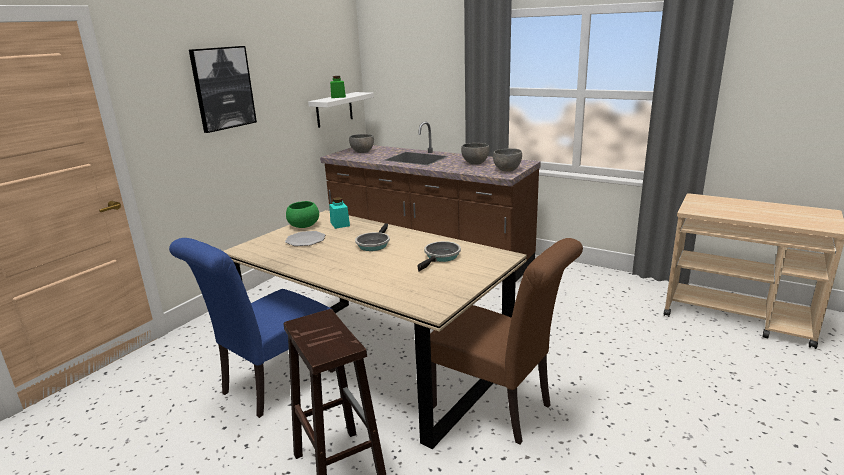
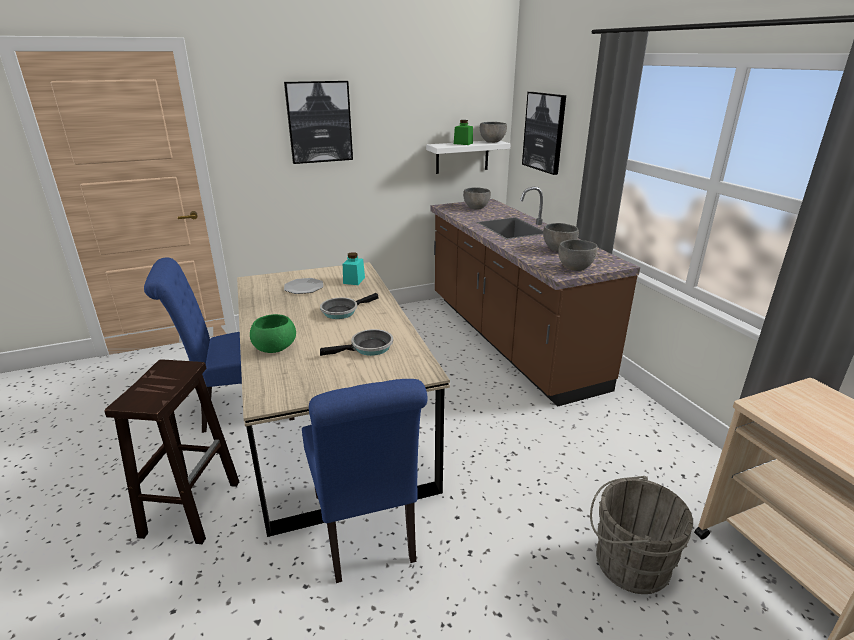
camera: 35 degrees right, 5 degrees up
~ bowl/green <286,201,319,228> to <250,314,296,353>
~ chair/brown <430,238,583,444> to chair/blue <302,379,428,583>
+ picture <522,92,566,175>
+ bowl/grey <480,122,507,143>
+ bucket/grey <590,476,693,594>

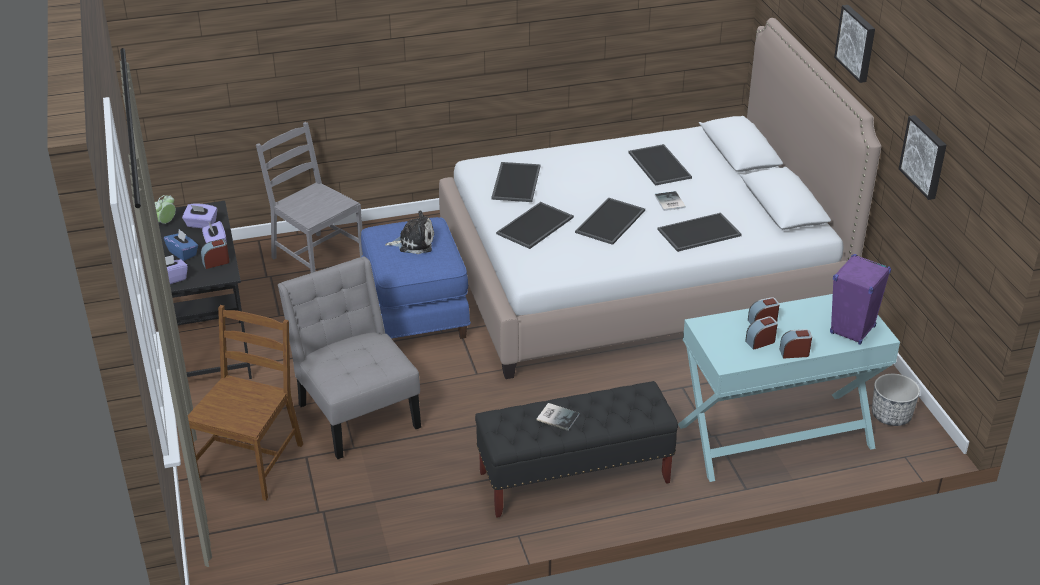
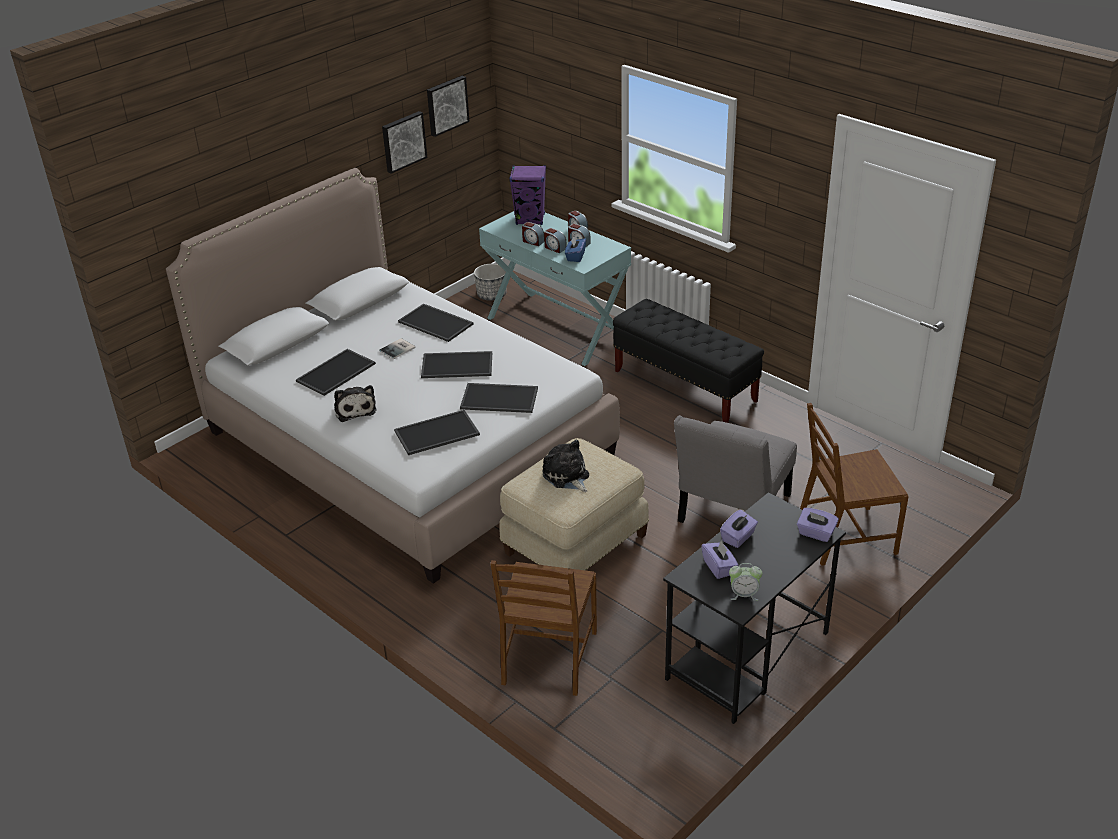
camera: 120 degrees left, 0 degrees up
~ picture <834,5,875,83> to <427,76,470,137>
~ chair/grey <256,122,363,273> to chair/brown <490,560,597,696>
~ ottoman/blue <361,217,471,339> to ottoman/beige <499,438,649,571>
~ tissue box/blue <164,229,198,261> to <565,236,586,262>
~ alarm clock <201,239,230,269> to <522,222,545,246>
- book <536,403,579,431>
+ plush toy <334,385,377,422>

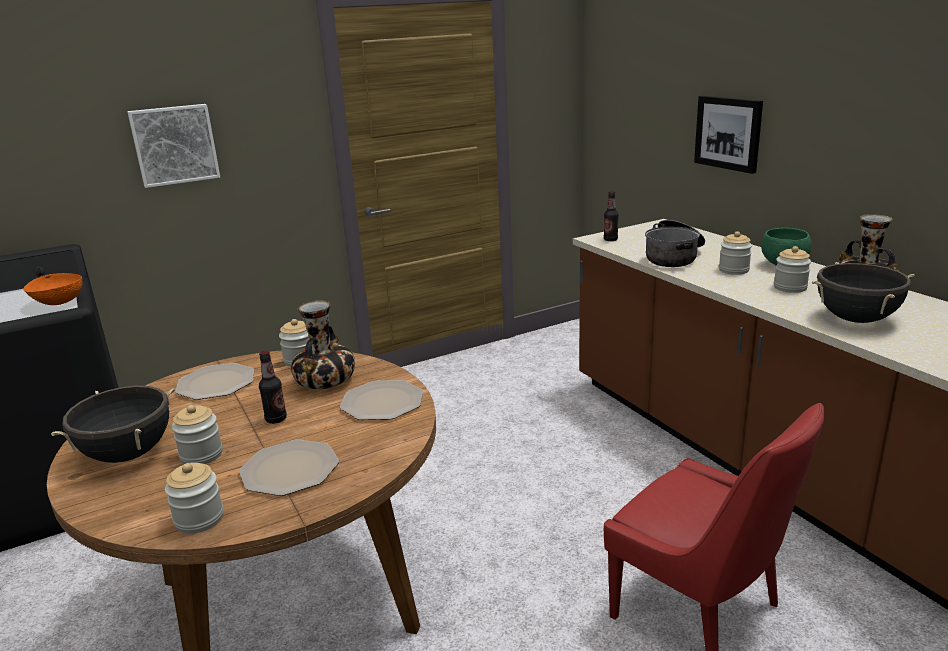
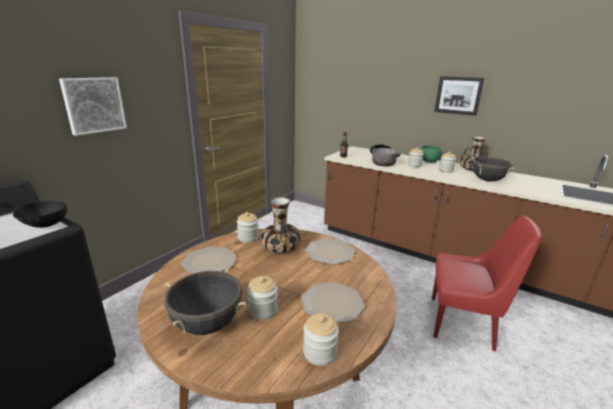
camera: 30 degrees left, 0 degrees up
~ picture <694,96,763,174> to <434,76,485,116>
~ bowl/orange <24,273,82,305> to bowl/black <13,201,67,228>
- bottle <259,350,287,424>

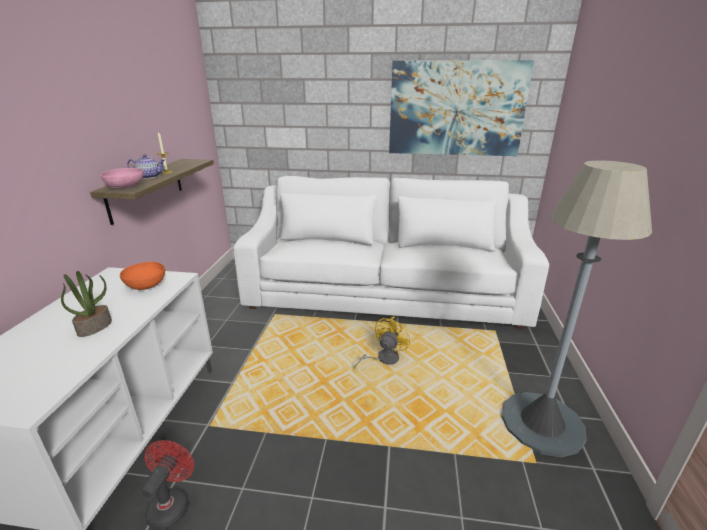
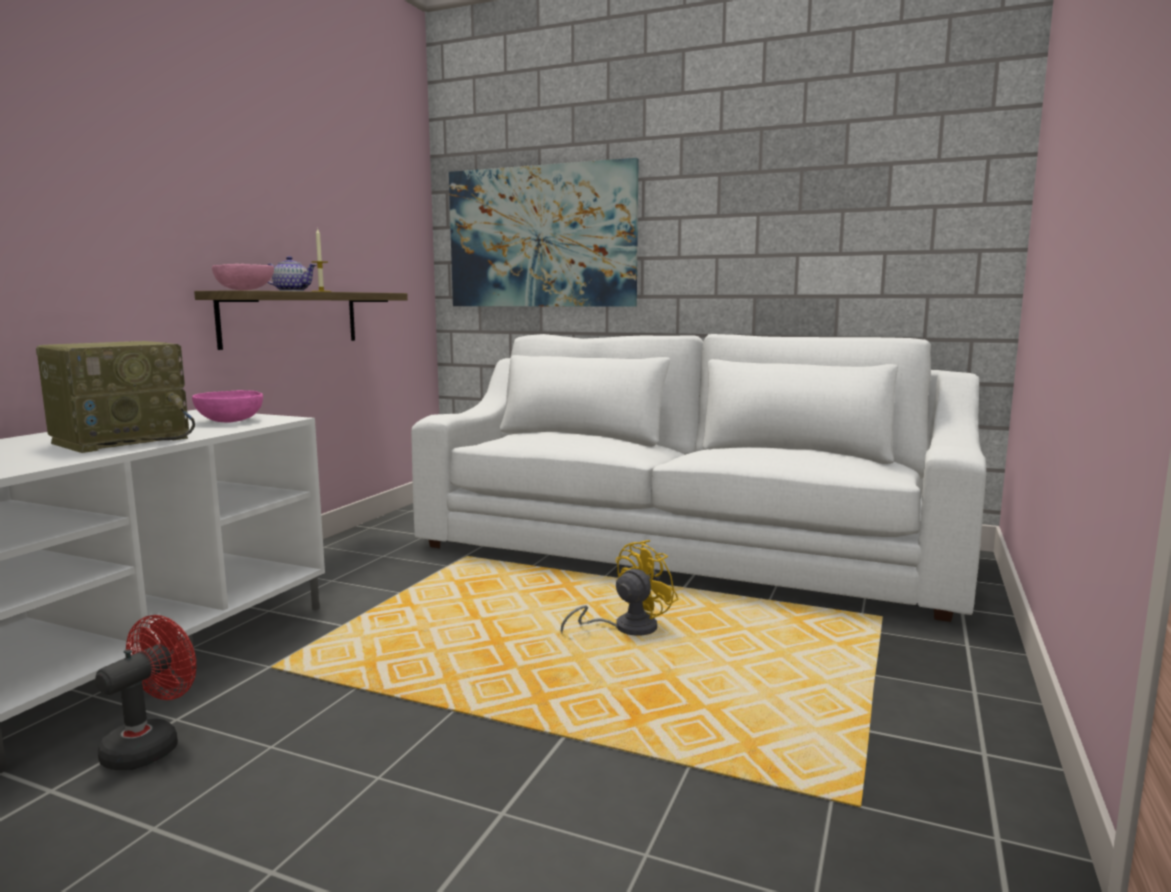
camera: 15 degrees right, 15 degrees down
~ picture <389,60,534,156> to <449,158,639,307>
- floor lamp/grey <501,160,652,457>
~ bowl/orange <120,262,165,290> to bowl/pink <192,390,263,423>
~ potted plant <61,271,112,337> to radio <36,341,195,453>

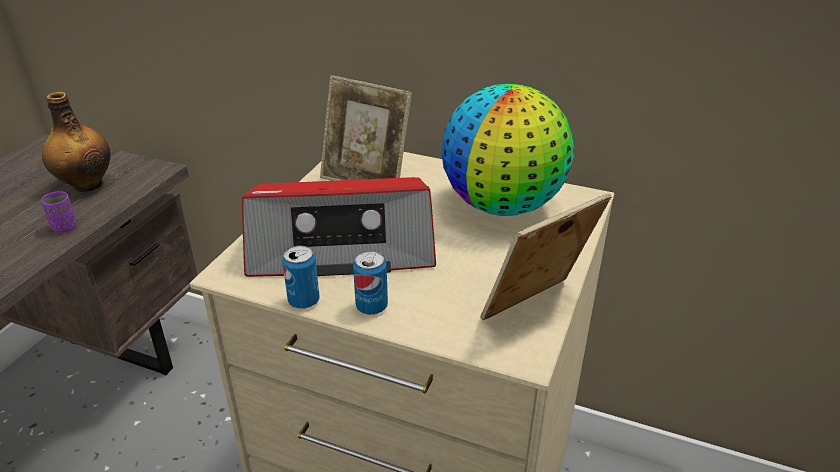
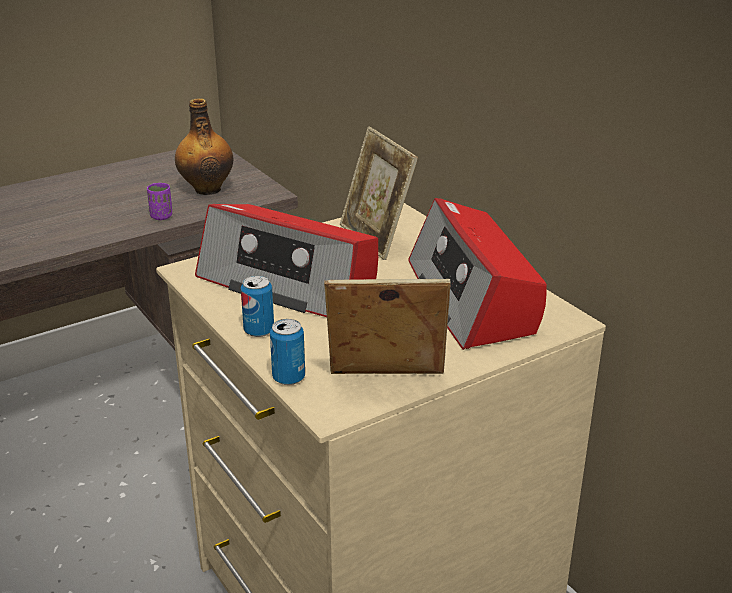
camera: 35 degrees right, 5 degrees down
~ globe <441,84,574,216> to radio <409,198,547,350>
~ can <282,246,320,309> to <270,319,305,385>

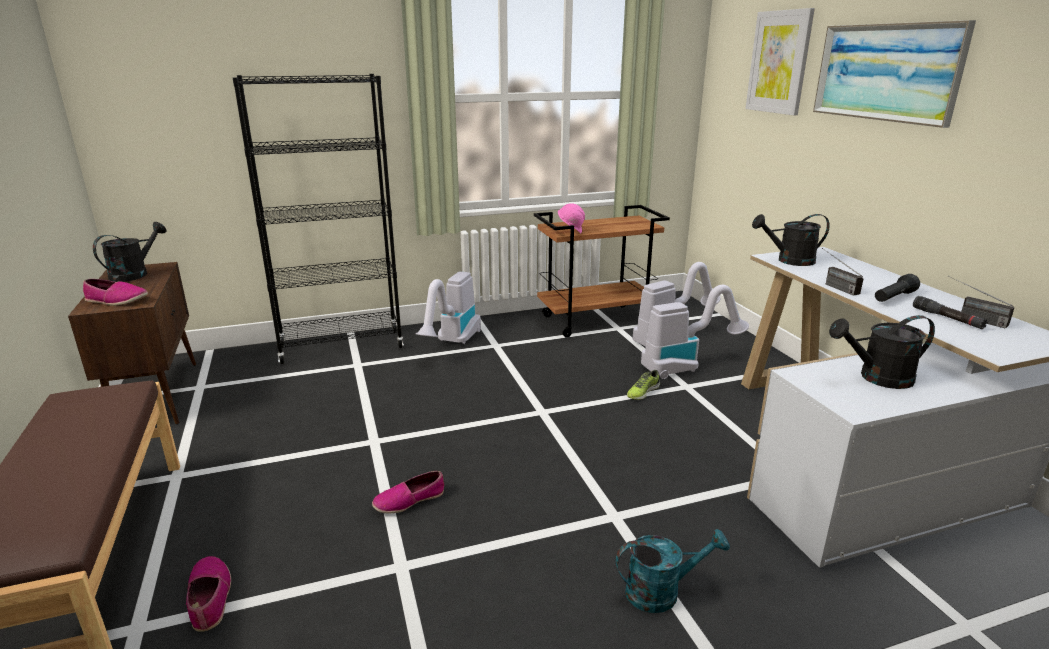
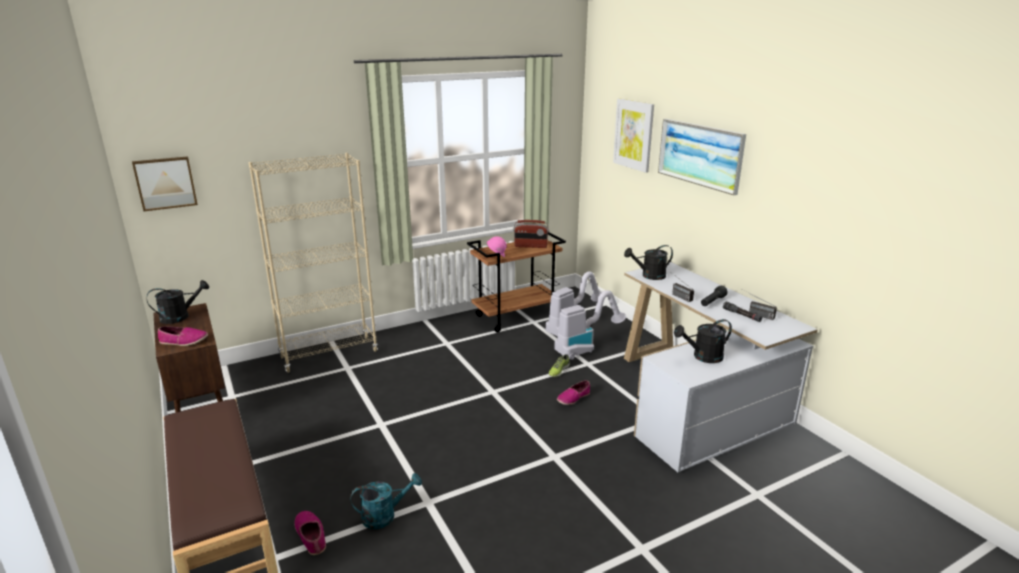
camera: 10 degrees left, 0 degrees up
~ bookcase/black <233,74,404,364> to bookcase/beige <248,153,378,373>
~ watering can/black <93,222,167,282> = <147,280,209,324> 45 degrees clockwise
- vacuum cleaner <416,272,481,344>
~ shoe <372,471,444,514> to <557,380,590,405>
~ watering can/turquoise <616,529,730,613> to <350,473,422,529>
+ picture <132,156,198,211>
+ radio <513,220,549,248>

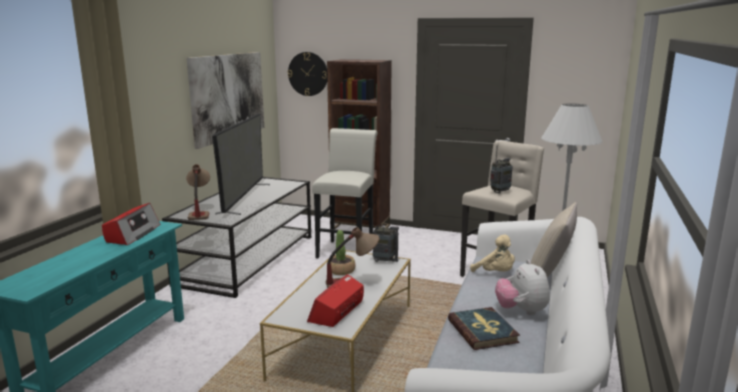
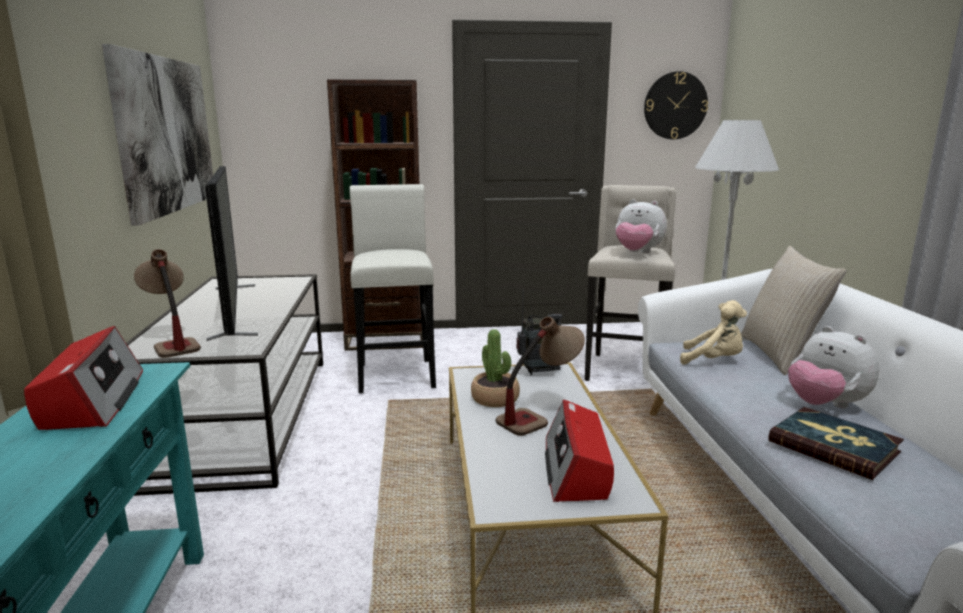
camera: 25 degrees left, 0 degrees up
~ wall clock <288,52,327,96> to <644,71,708,139>
~ radio <490,149,513,194> to plush toy <615,199,667,253>

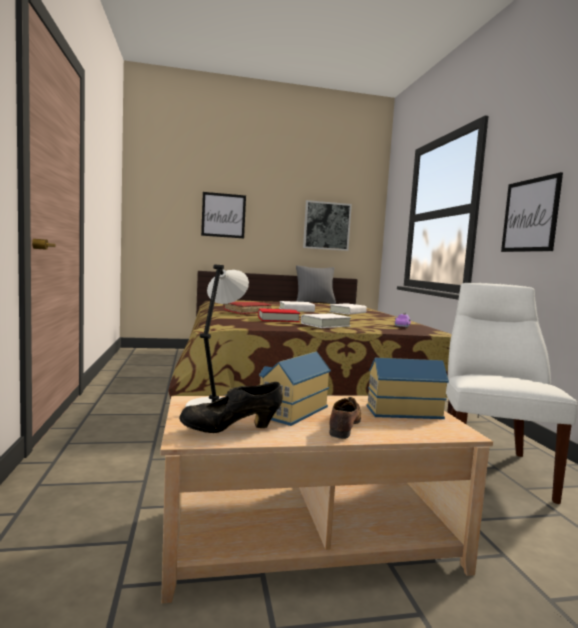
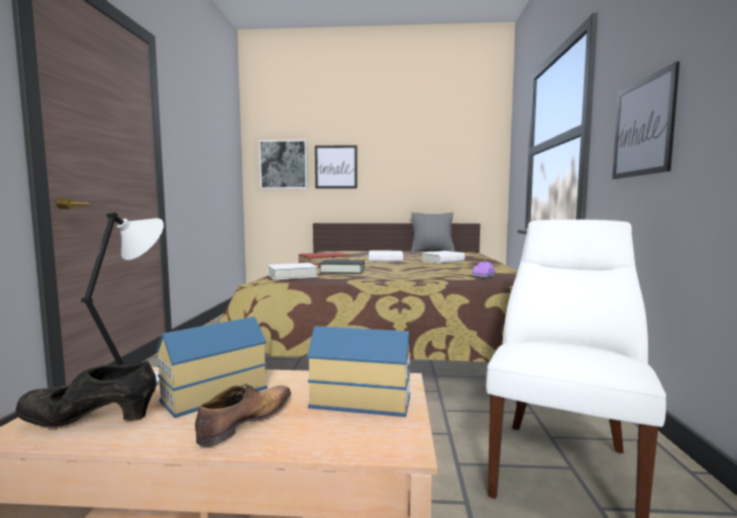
camera: 15 degrees right, 0 degrees up
~ picture <303,200,352,251> to <259,139,308,189>
~ book/red <258,308,300,322> to book/black <319,260,364,274>
~ book/white <301,313,351,328> to <267,263,318,280>

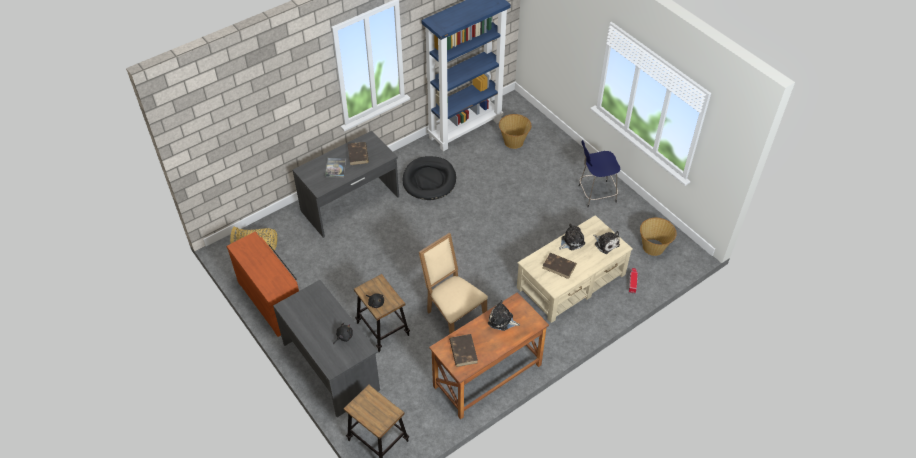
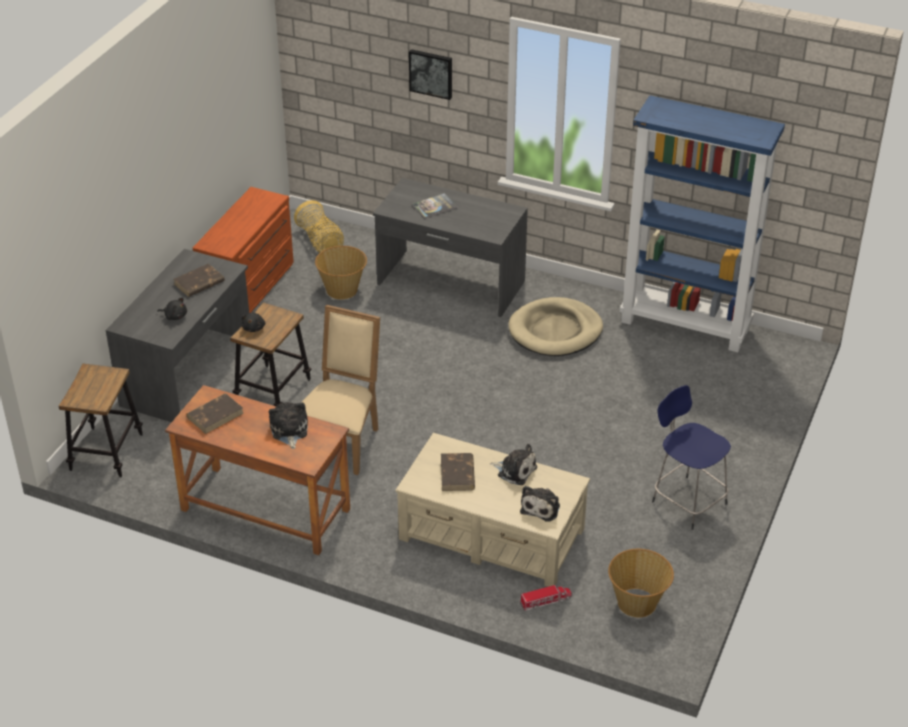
camera: 60 degrees right, 10 degrees down
~ basket <499,114,532,149> to <315,246,367,299>
~ book/brown <348,142,369,165> to <173,263,225,297>
~ dog bed/black <402,156,456,200> to dog bed/beige <508,297,603,356>
+ picture <409,49,452,100>

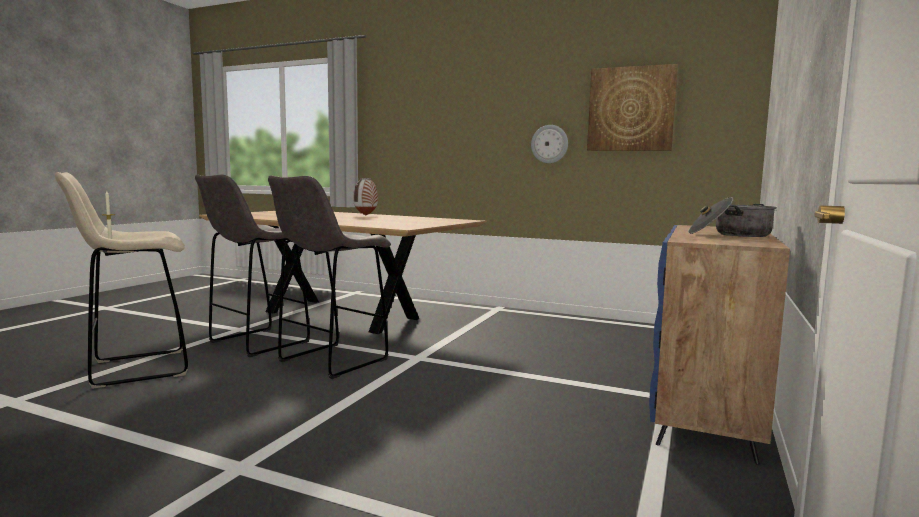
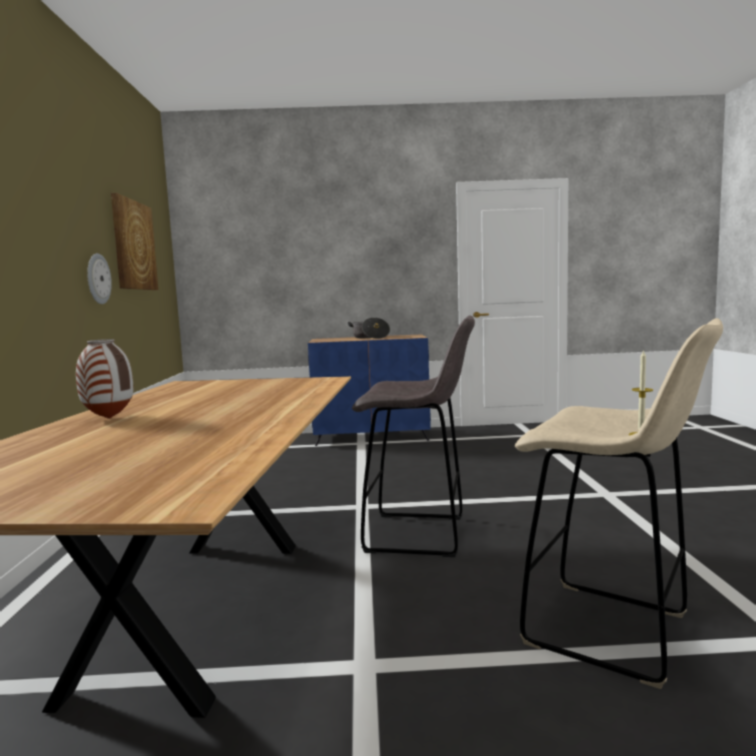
camera: 115 degrees left, 0 degrees up
- stool/grey <195,174,310,357>

